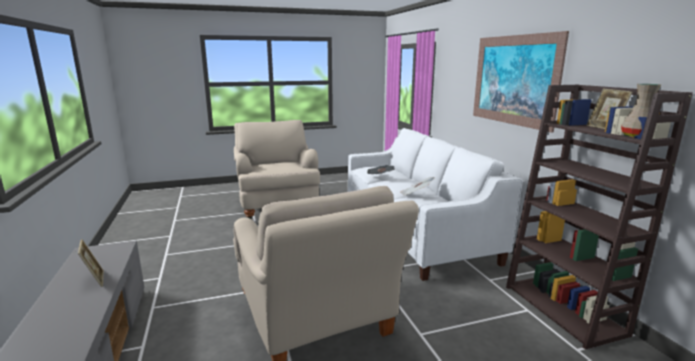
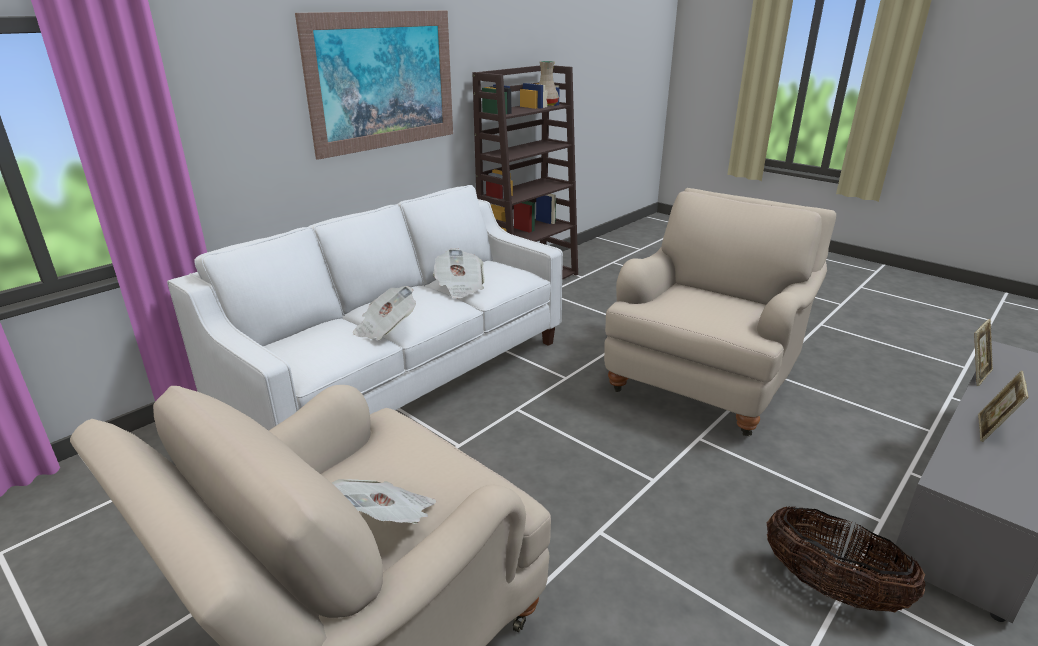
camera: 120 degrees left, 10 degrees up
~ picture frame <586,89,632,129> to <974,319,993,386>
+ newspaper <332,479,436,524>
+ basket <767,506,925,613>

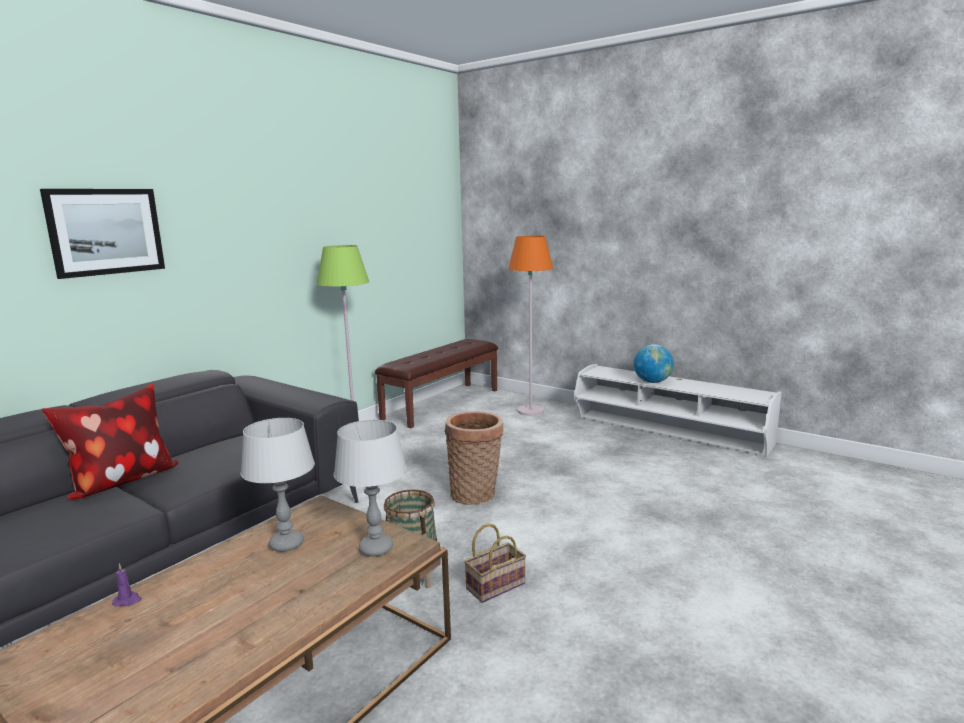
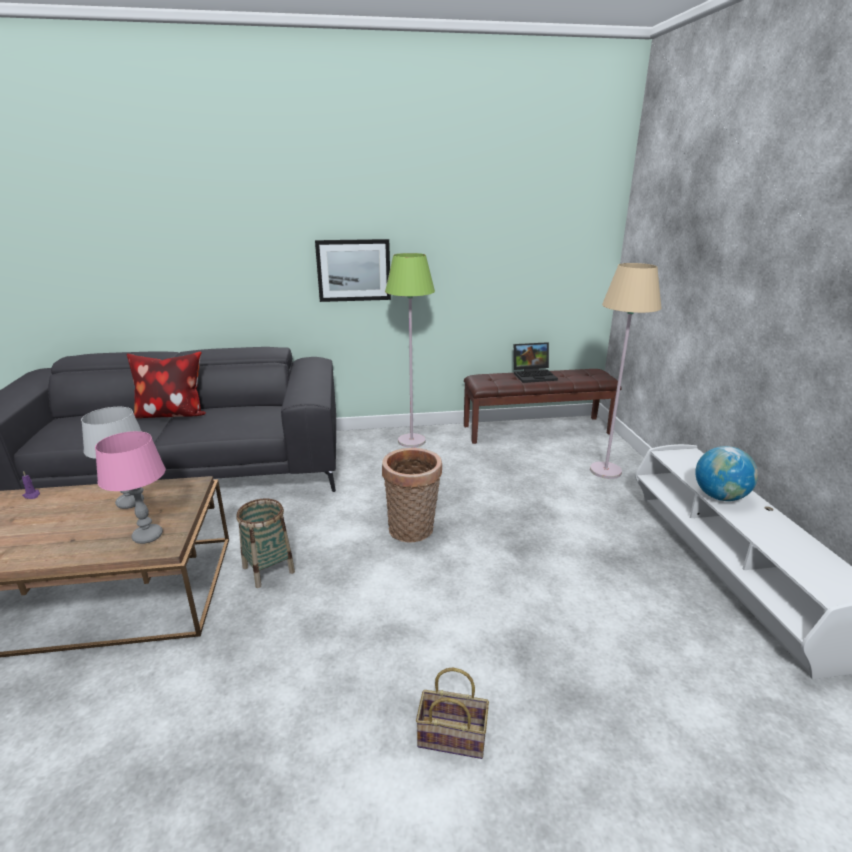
camera: 45 degrees right, 10 degrees up
~ picture <40,189,165,279> to <315,239,391,302>
~ floor lamp/orange <508,236,553,416> to floor lamp/beige <590,263,661,479>
~ table lamp/grey <334,420,407,557> to table lamp/pink <95,431,166,544>
~ basket <464,524,526,603> to <416,668,489,759>
+ laptop <514,342,558,383>

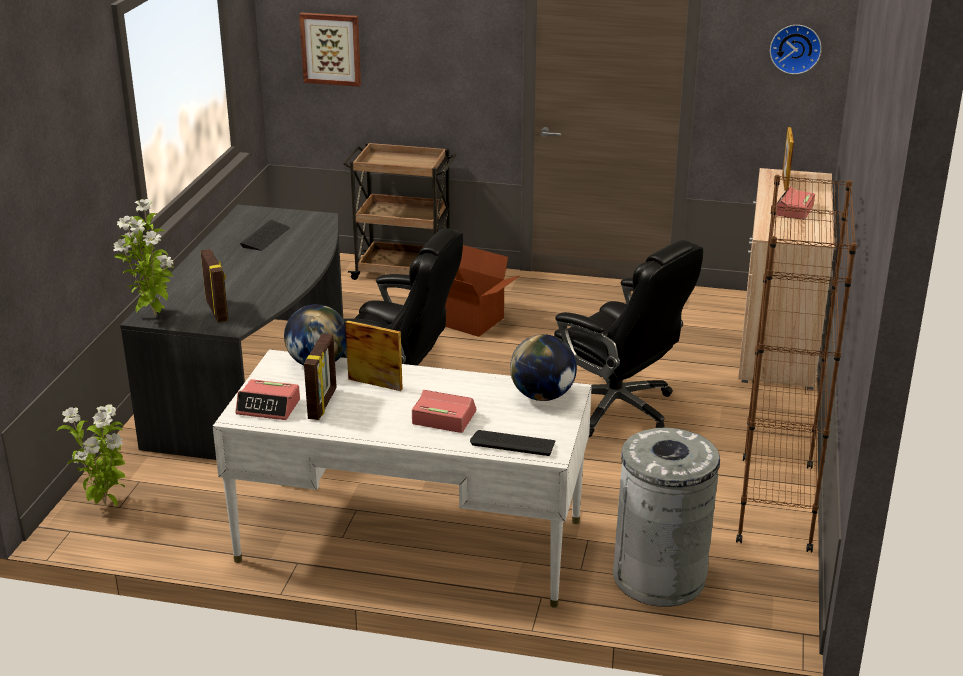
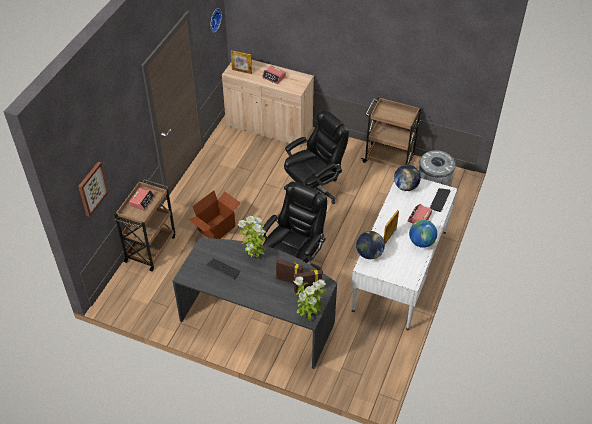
camera: 80 degrees left, 20 degrees up
~ bookcase/brown <736,175,857,552> to cart/brown <361,97,425,168>
~ picture frame <304,333,337,420> to <275,258,303,284>
~ alarm clock <235,379,300,420> to <129,188,155,211>
~ potted plant <57,405,126,507> to <238,216,266,257>
+ globe <409,220,437,248>

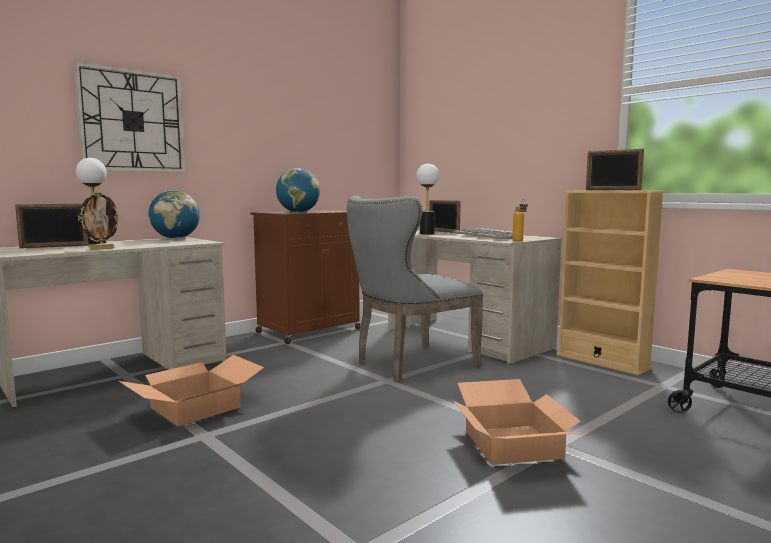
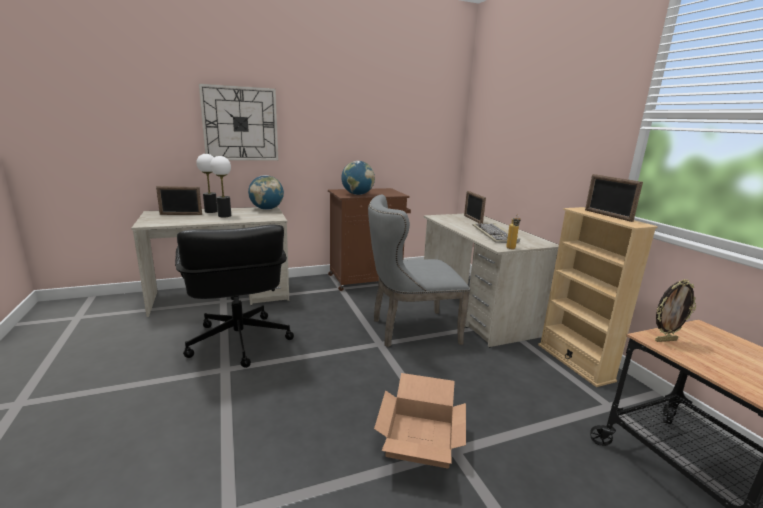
camera: 20 degrees right, 10 degrees up
~ table lamp <416,164,439,235> to <210,156,231,217>
~ picture frame <78,191,121,250> to <655,279,696,342>
~ cardboard box <119,355,265,426> to office chair/black <175,225,294,368>

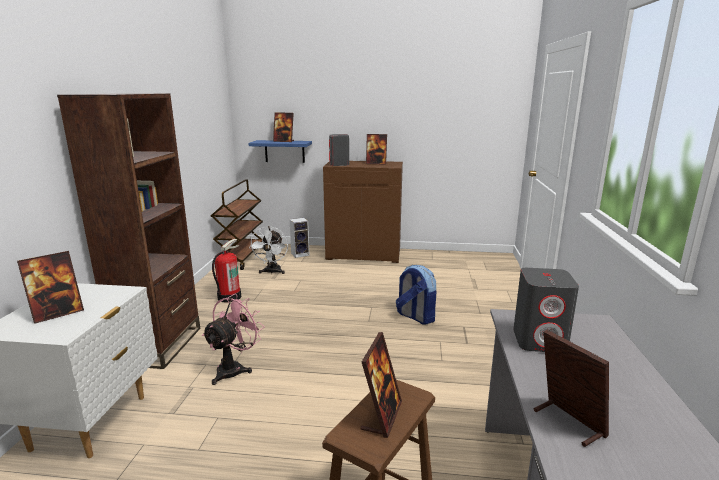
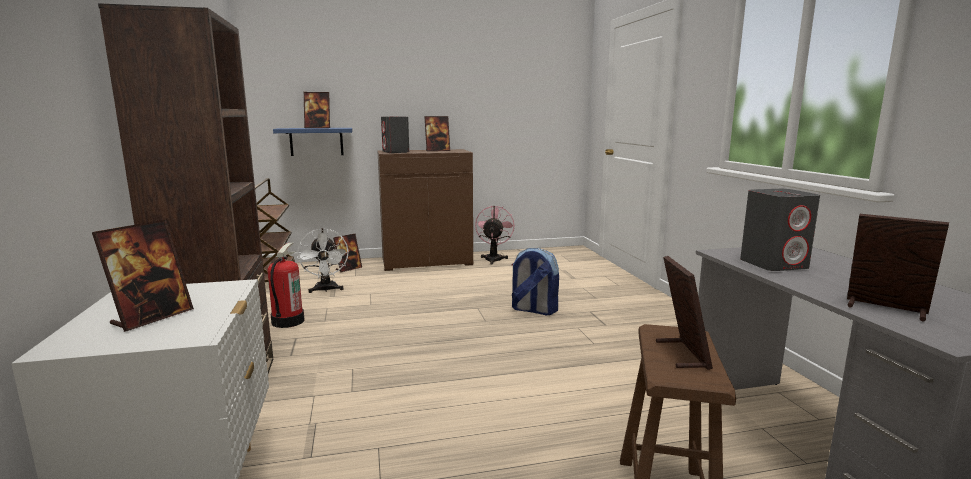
camera: 20 degrees left, 5 degrees down
~ speaker <289,218,310,258> to picture frame <333,234,362,272>
~ fan/pink <202,294,265,385> to <475,206,515,265>

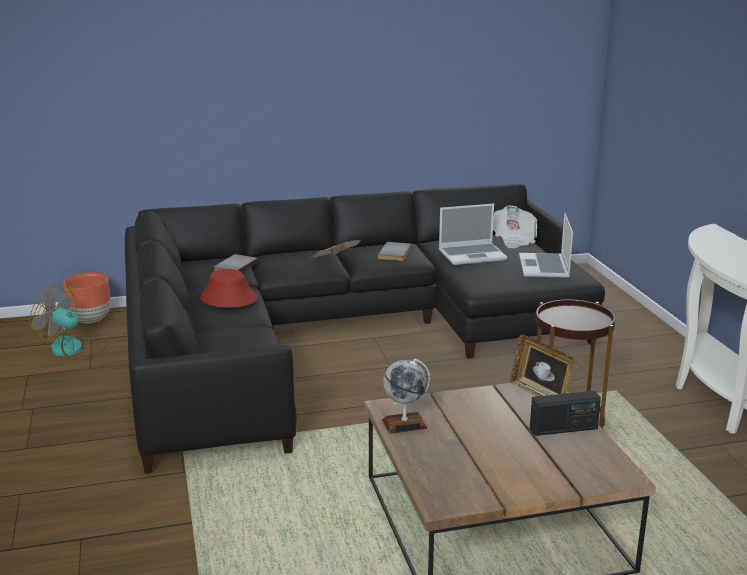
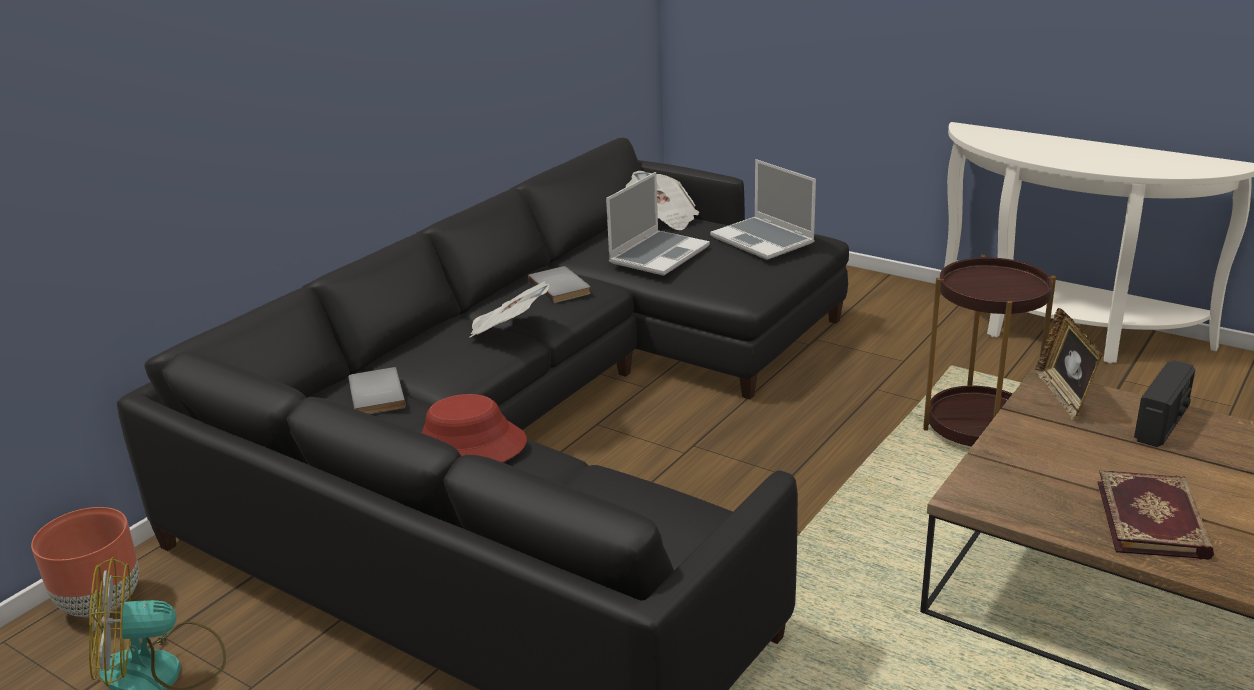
camera: 40 degrees left, 5 degrees up
~ picture frame <510,335,574,396> = <1035,308,1102,420> 75 degrees clockwise
- globe <382,358,430,434>
+ book <1098,470,1214,560>

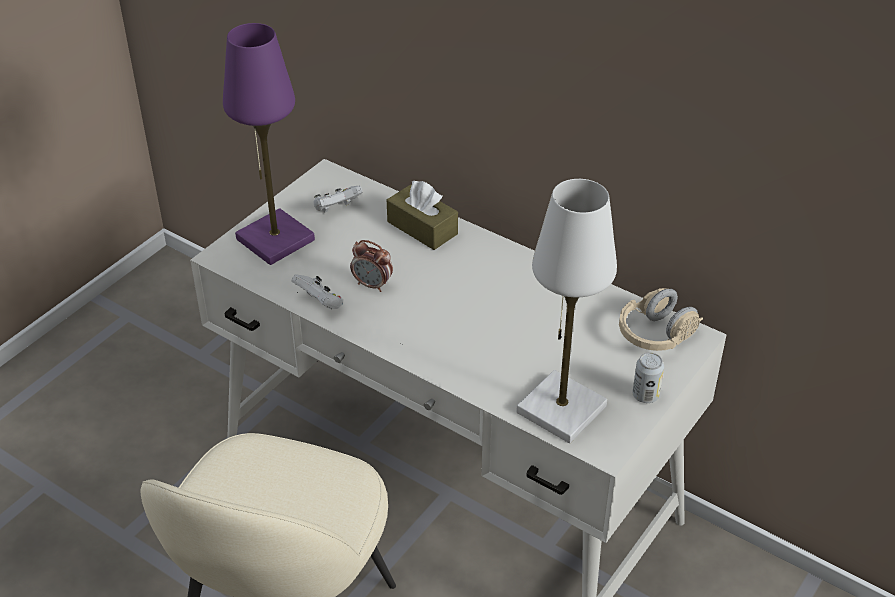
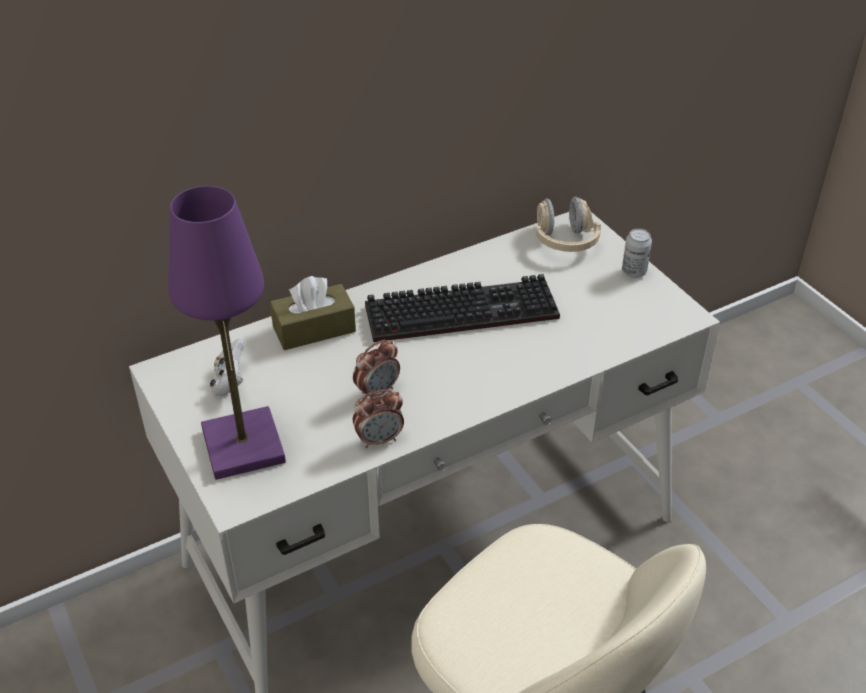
camera: 65 degrees left, 0 degrees up
- table lamp/white <516,179,617,443>
~ game controller/white <292,274,343,310> to alarm clock <353,390,404,448>
+ keyboard <365,274,560,342>

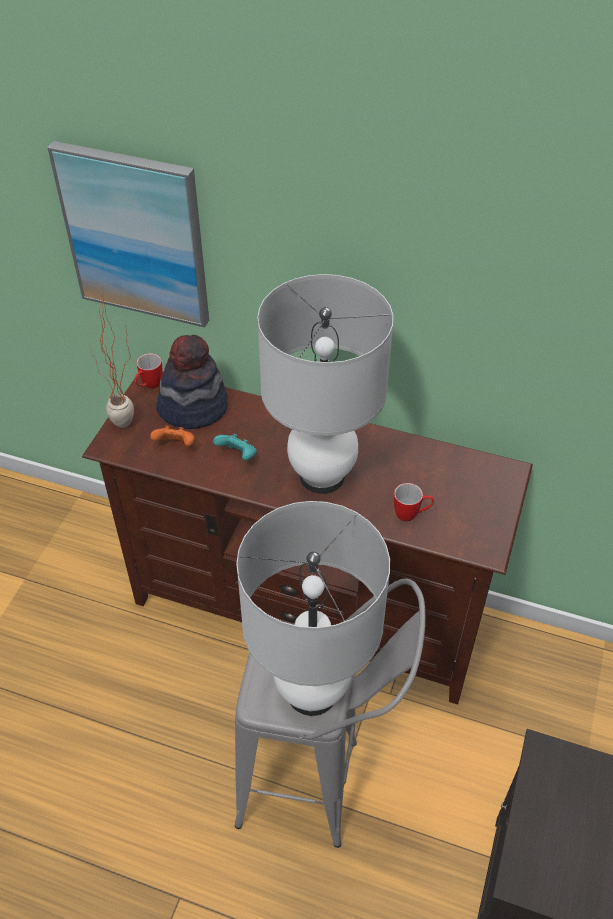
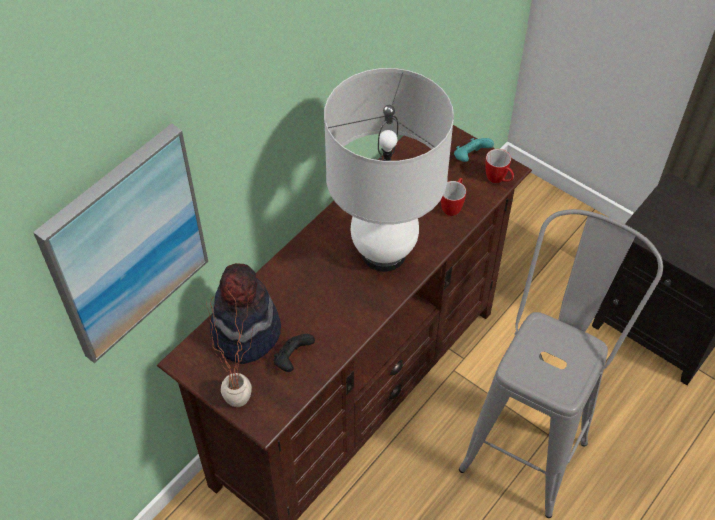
camera: 70 degrees left, 5 degrees up
~ mug <135,353,162,388> to <485,149,514,183>
~ game controller/orange <150,426,195,446> to game controller/black <274,334,315,372>
~ game controller/turquoise <213,434,257,460> to <454,138,494,162>
- table lamp/white <236,501,390,716>

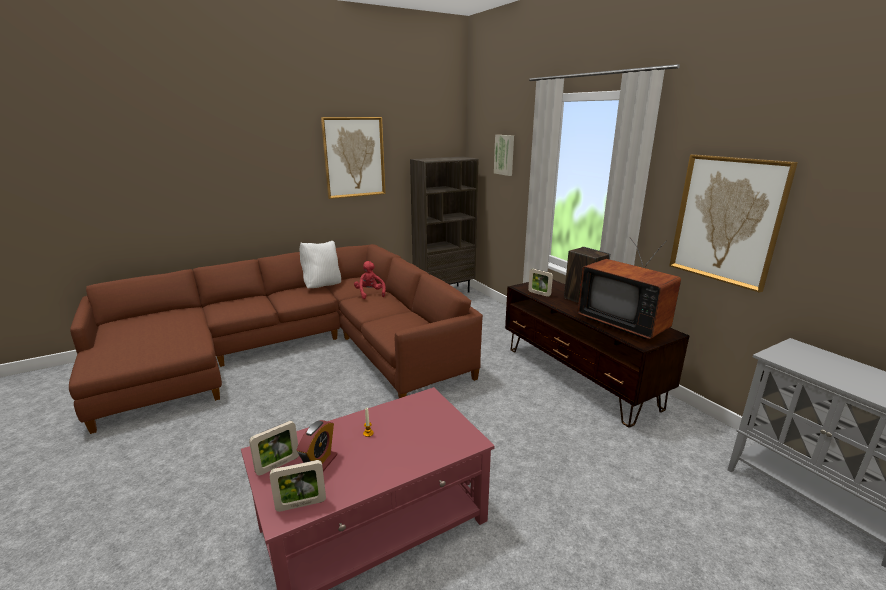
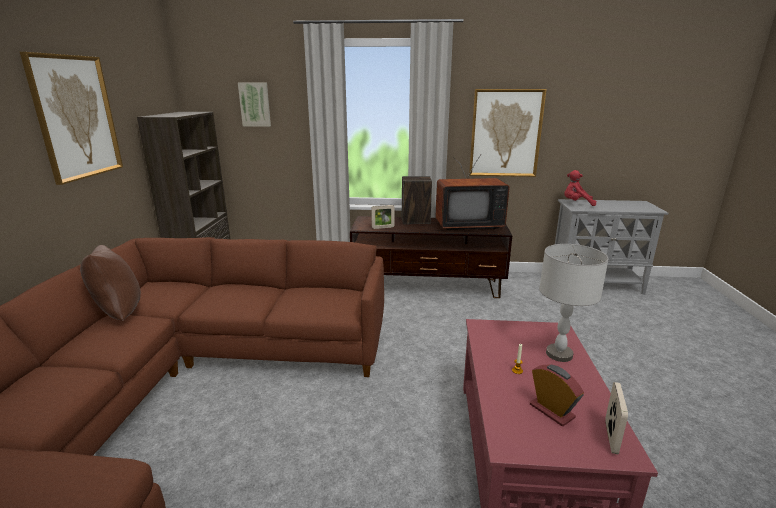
camera: 55 degrees left, 0 degrees up
~ pillow/white <300,241,341,288> to pillow/brown <80,245,141,321>
~ plush toy/red <354,261,386,299> to <564,170,597,206>
- picture frame <249,421,299,476>
+ table lamp/grey <539,244,609,362>

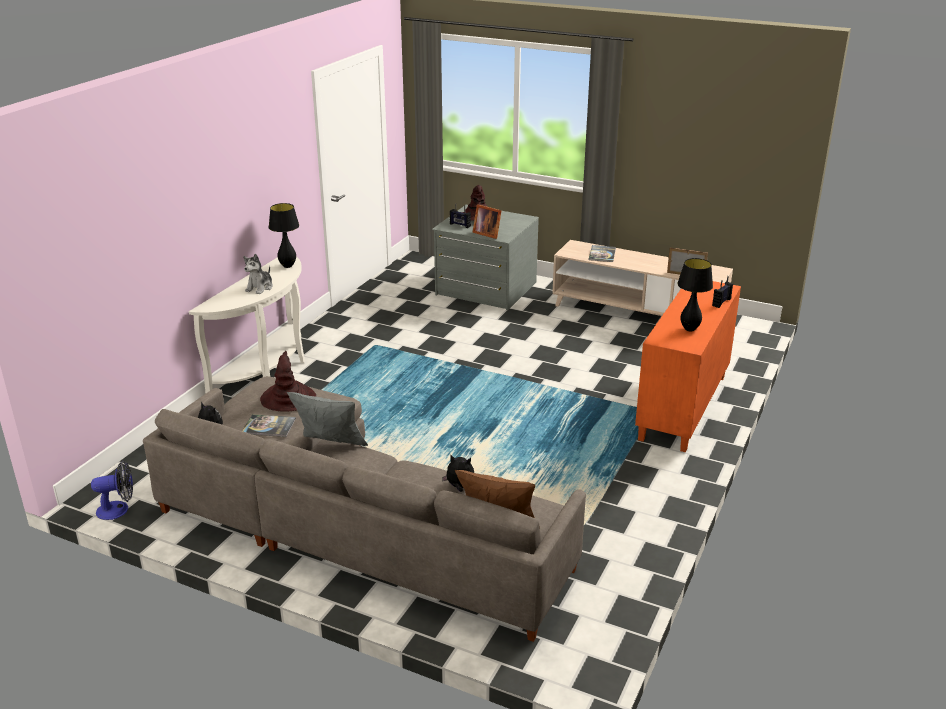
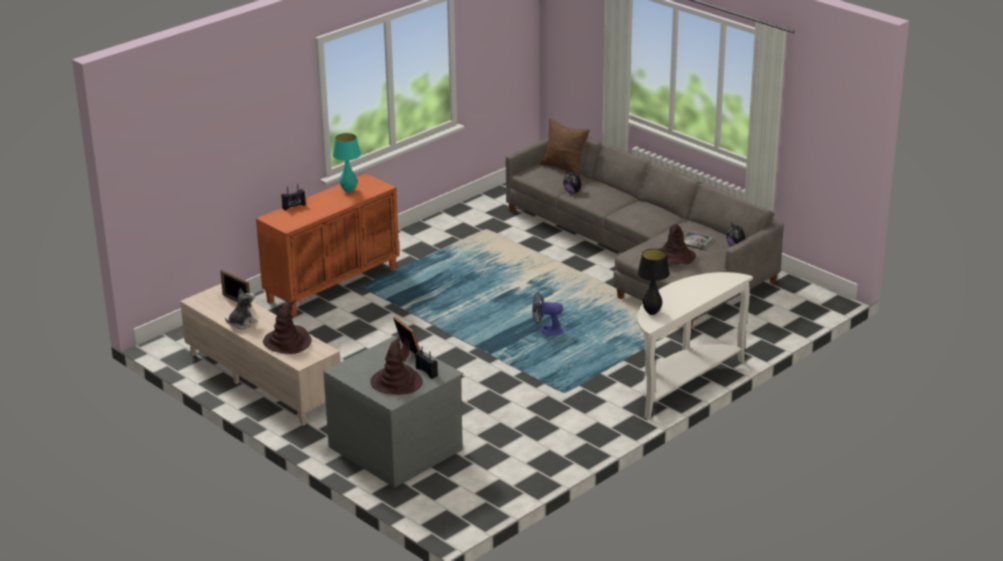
camera: 160 degrees left, 0 degrees up
~ book <589,245,616,262> to hat/brown <263,300,312,354>
~ plush toy <244,254,273,294> to <225,288,258,329>
~ table lamp/black <677,258,713,331> to table lamp/turquoise <333,133,361,193>
- pillow/grey <287,392,368,446>
~ fan <91,461,133,520> to <532,292,563,336>

